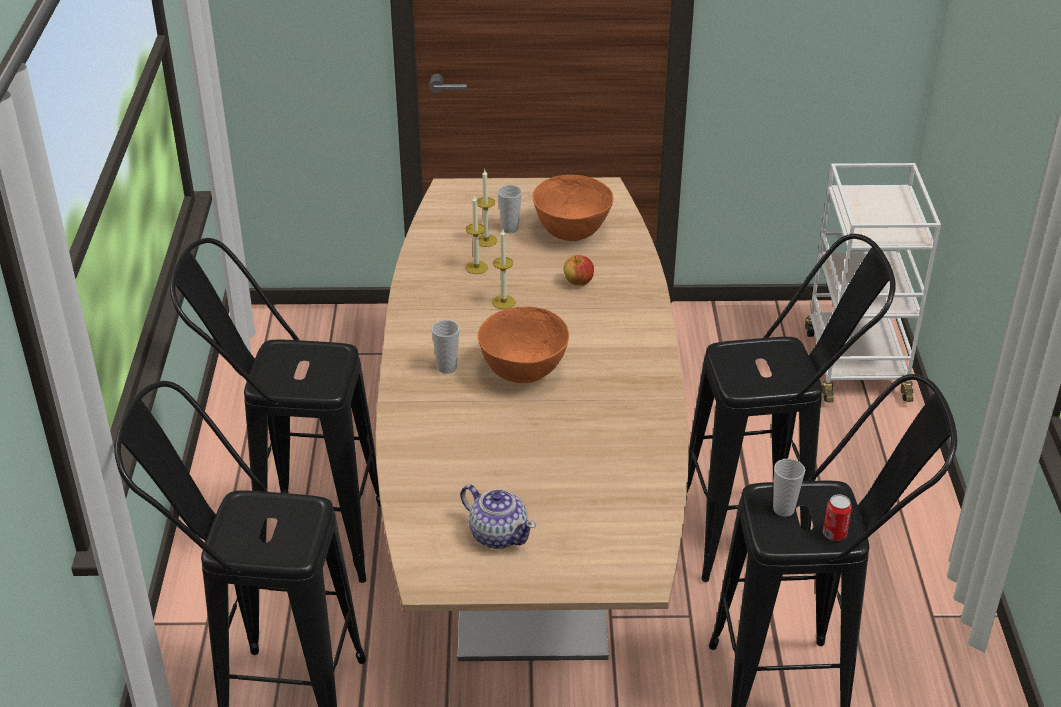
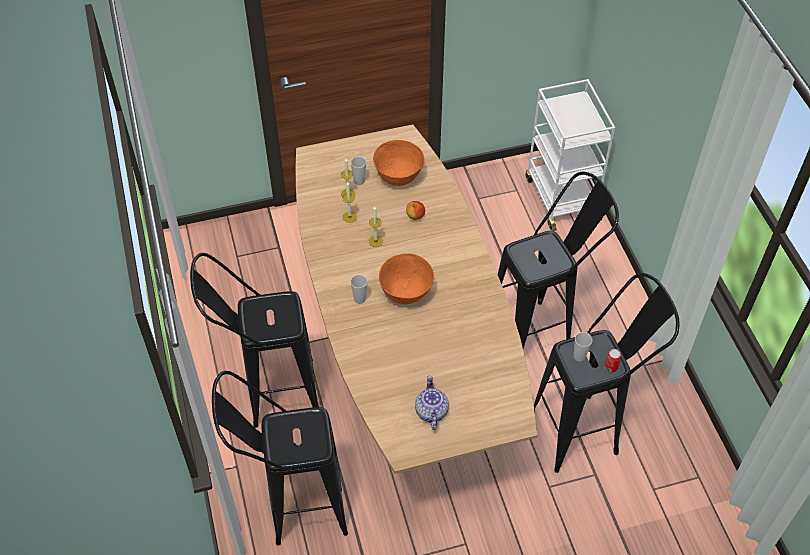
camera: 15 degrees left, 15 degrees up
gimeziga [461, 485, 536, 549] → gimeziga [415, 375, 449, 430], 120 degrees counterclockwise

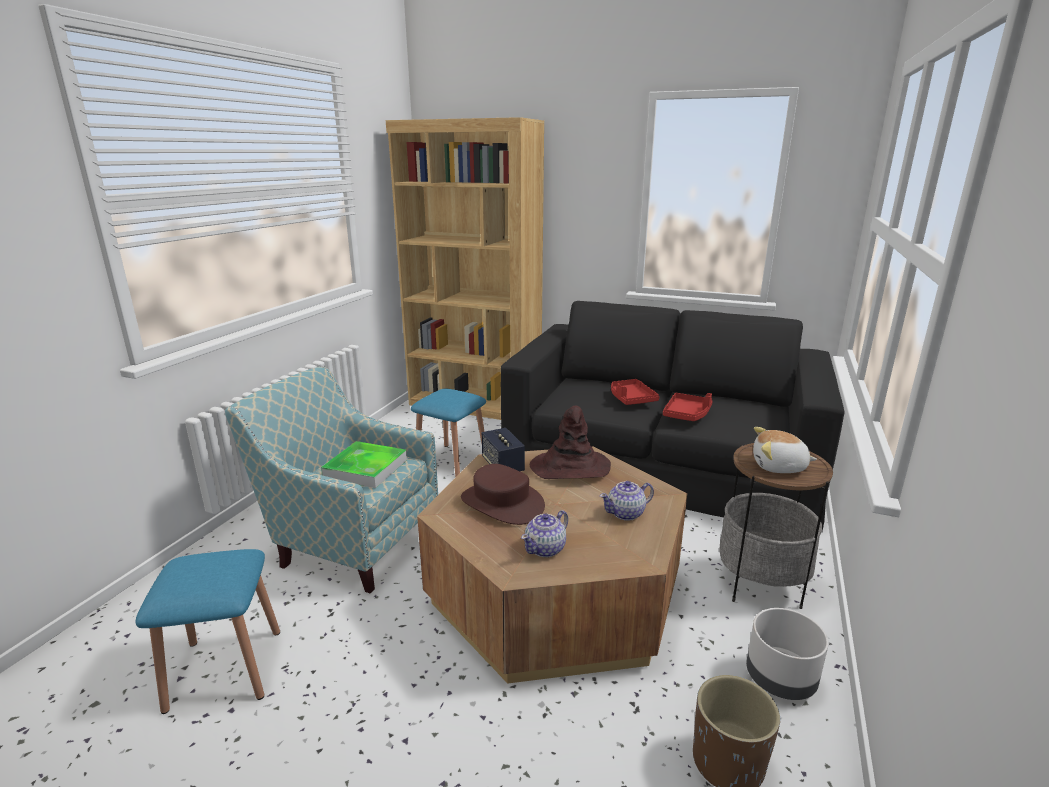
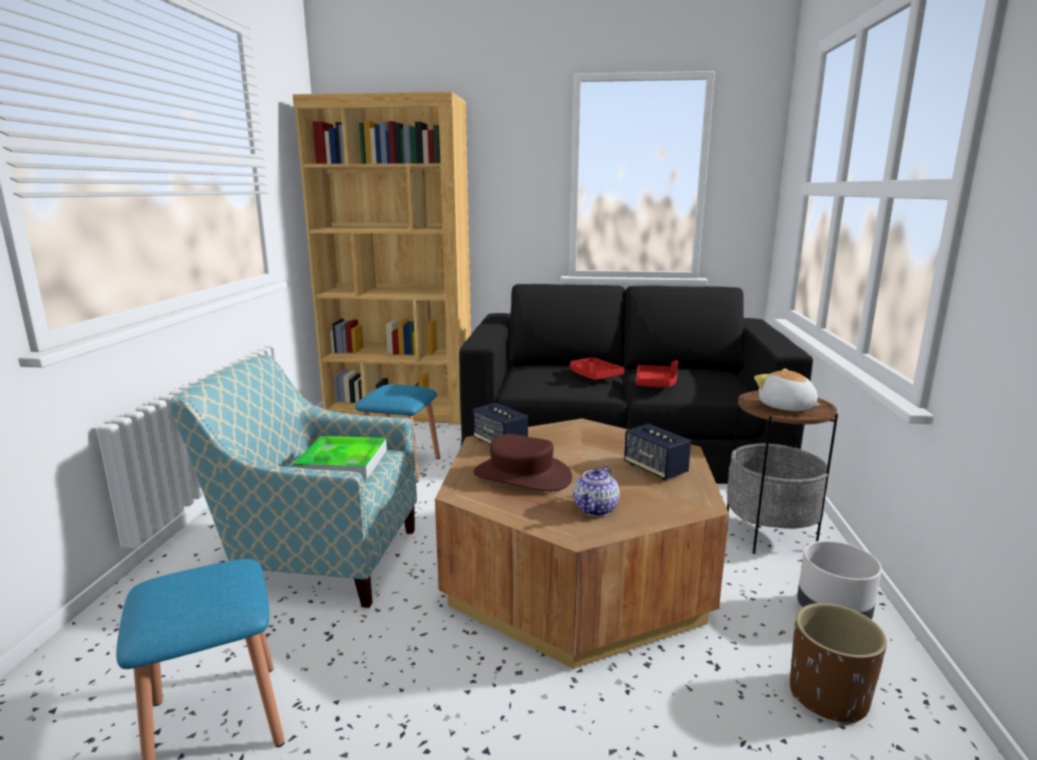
camera: 15 degrees left, 5 degrees down
gimeziga [600, 481, 654, 521] → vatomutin [624, 424, 691, 480]
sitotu [753, 427, 817, 473] → sitotu [754, 369, 820, 411], 60 degrees clockwise
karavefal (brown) [530, 405, 611, 479] → -

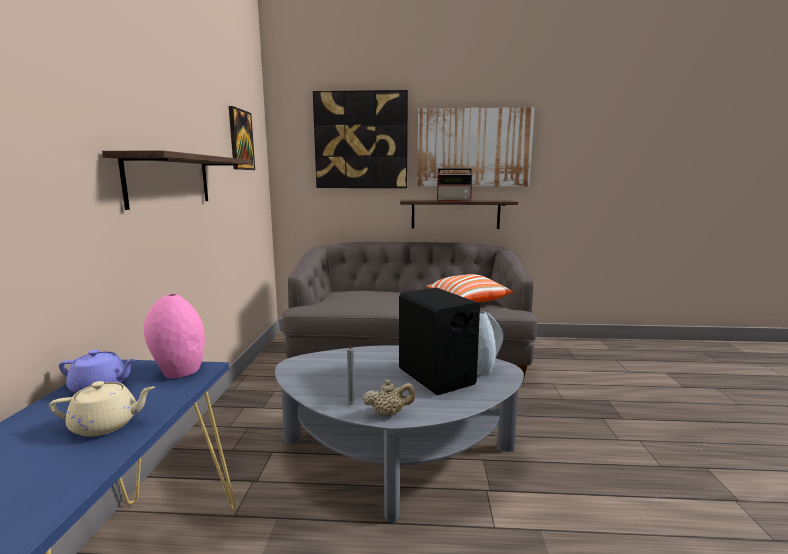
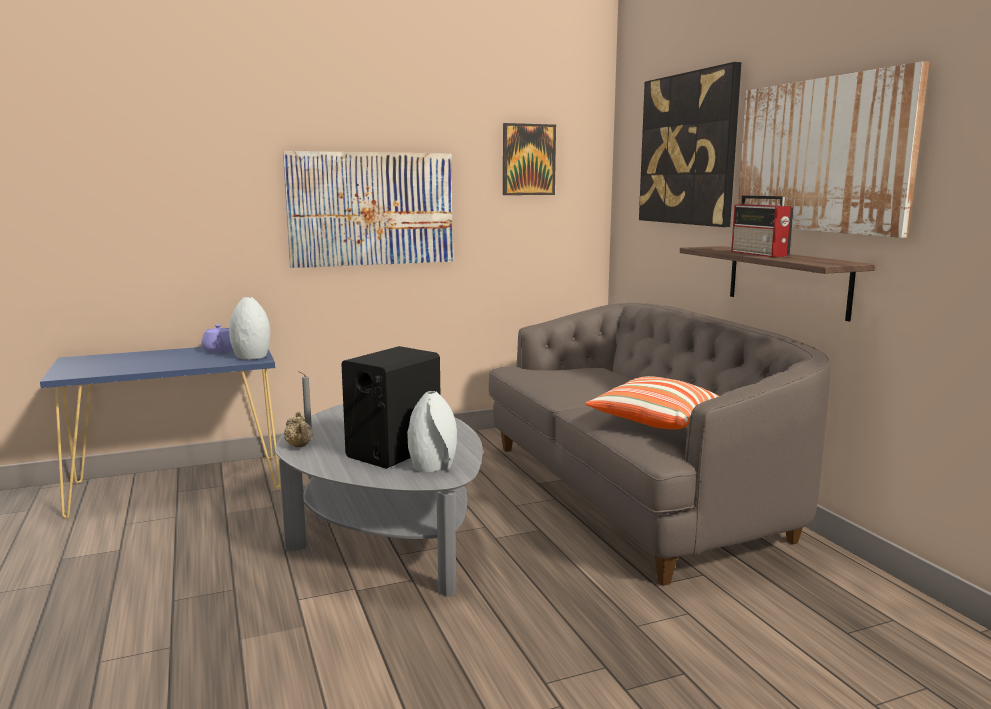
camera: 65 degrees right, 0 degrees up
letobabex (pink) [144, 294, 205, 379] → letobabex (grey) [229, 297, 270, 360]
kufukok [102, 150, 252, 210] → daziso [283, 151, 453, 268]
gimeziga (beige) [49, 381, 155, 437] → -

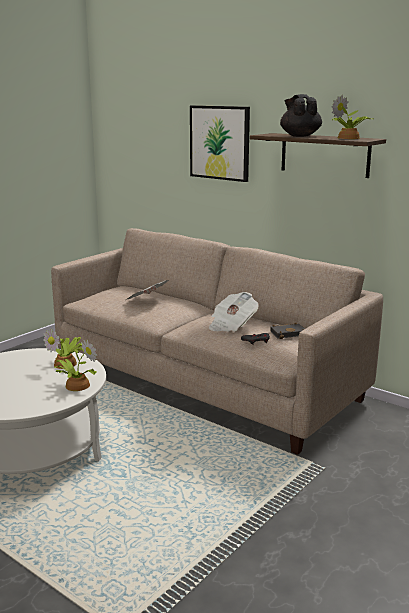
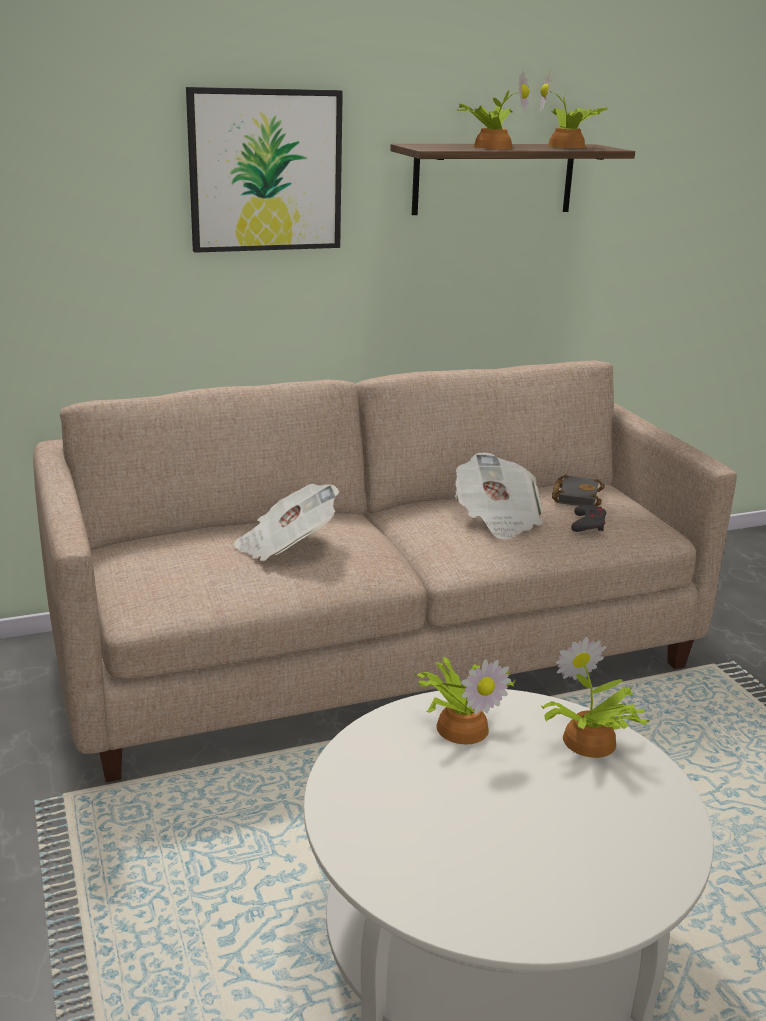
camera: 60 degrees left, 5 degrees up
gimeziga (black) [280, 94, 322, 137] → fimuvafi [457, 69, 529, 149]

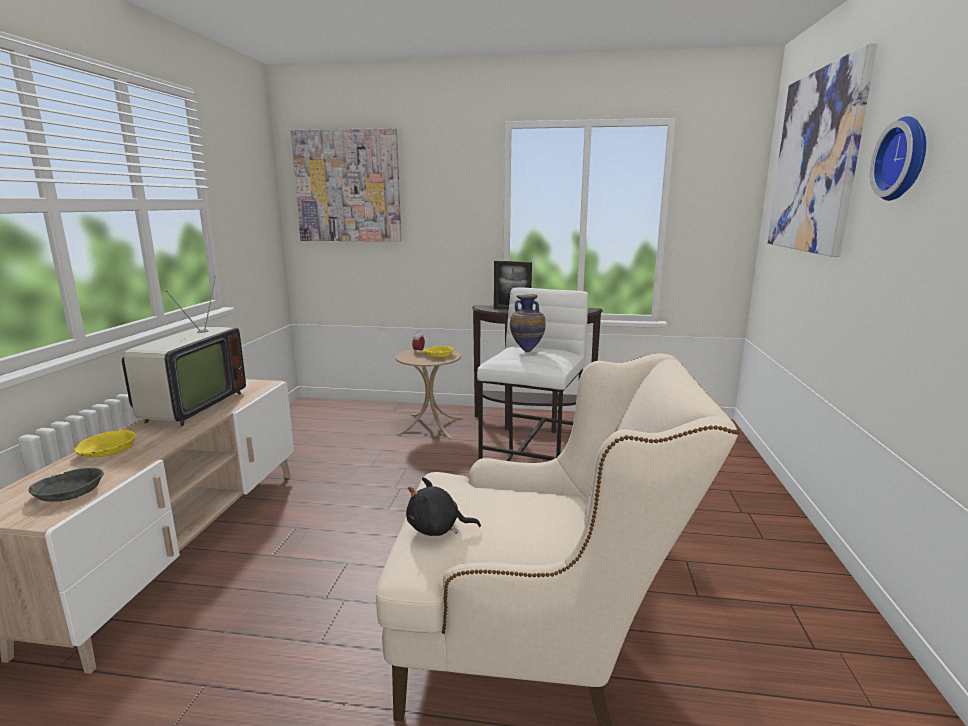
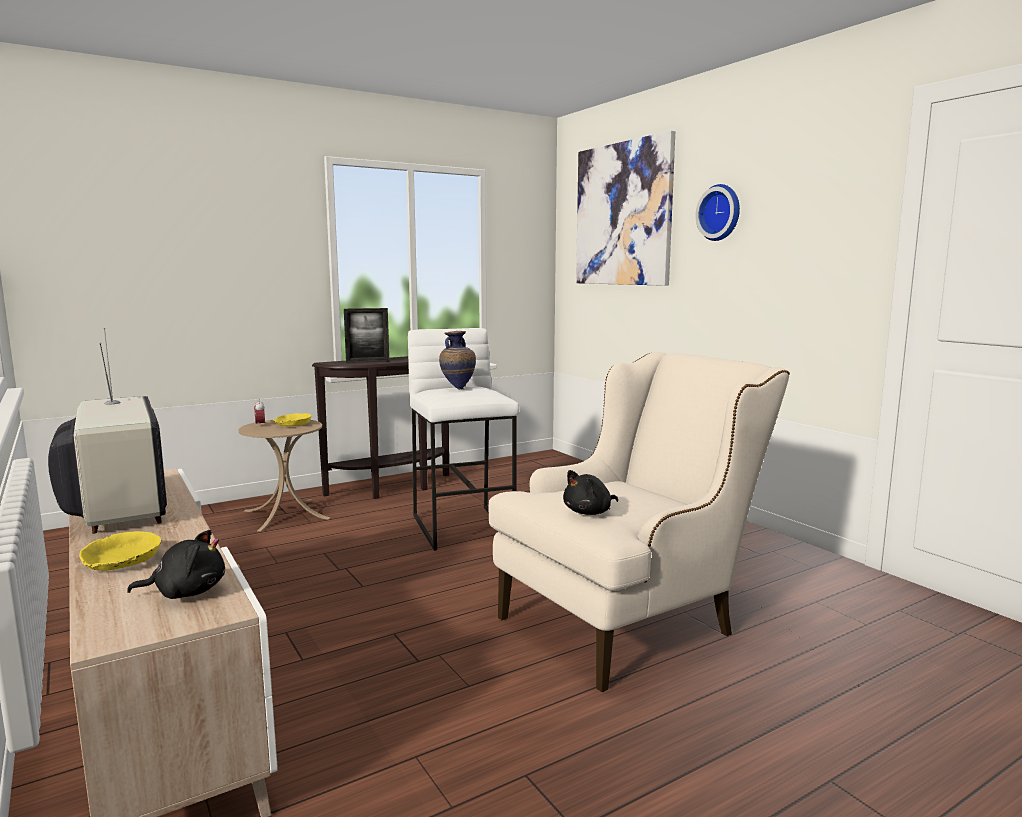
camera: 40 degrees left, 5 degrees down
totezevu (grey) [28, 468, 104, 502] → sitotu (black) [127, 530, 225, 599]
daziso [291, 128, 401, 242] → -

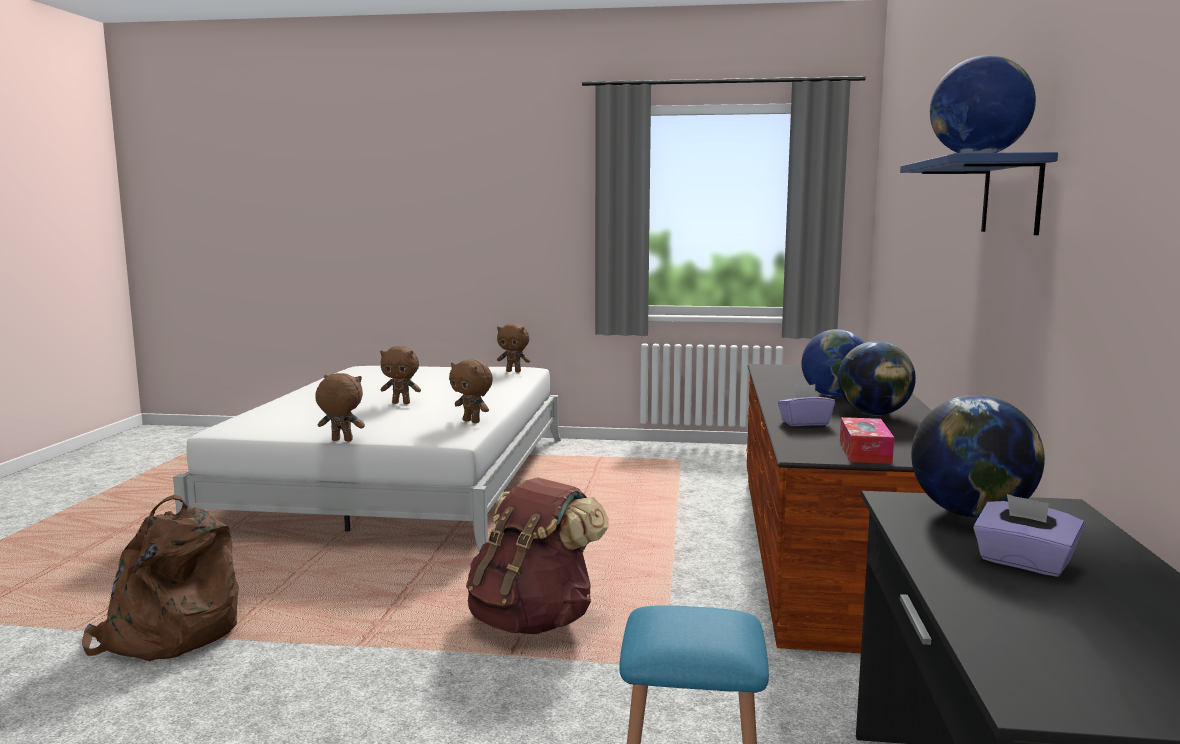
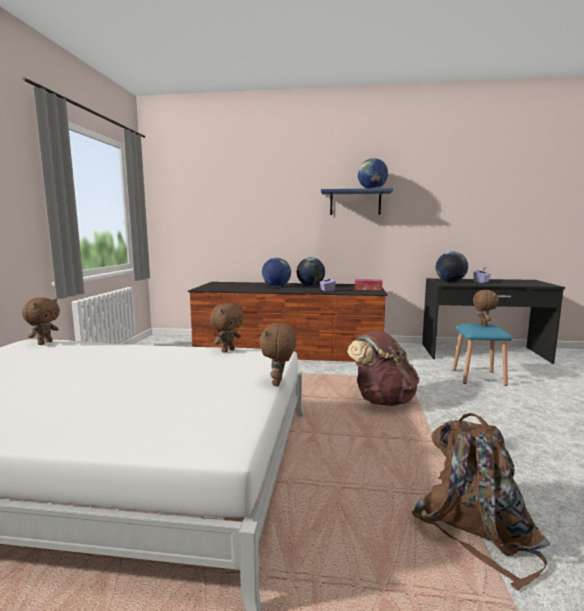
camera: 90 degrees left, 0 degrees up
sitotu (brown) [380, 346, 421, 404] → sitotu (brown) [473, 290, 499, 327], moved

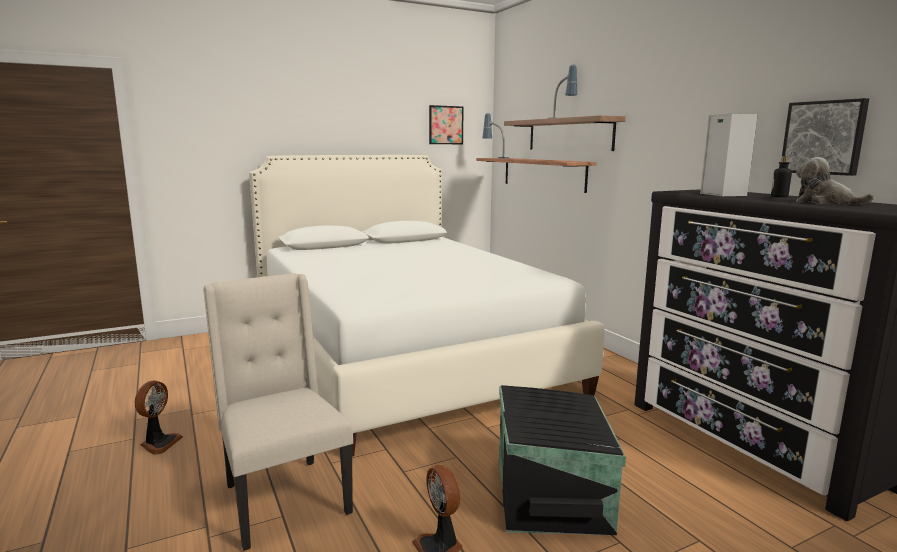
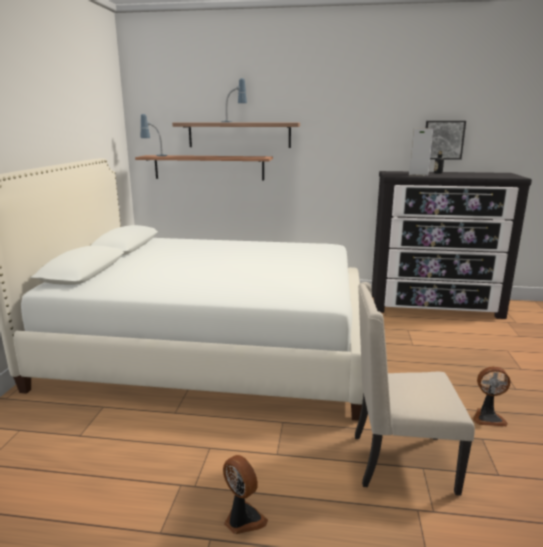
camera: 55 degrees left, 5 degrees up
daziso [429, 105, 464, 144] → -
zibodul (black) [499, 385, 626, 535] → -
sitotu [796, 157, 875, 204] → -

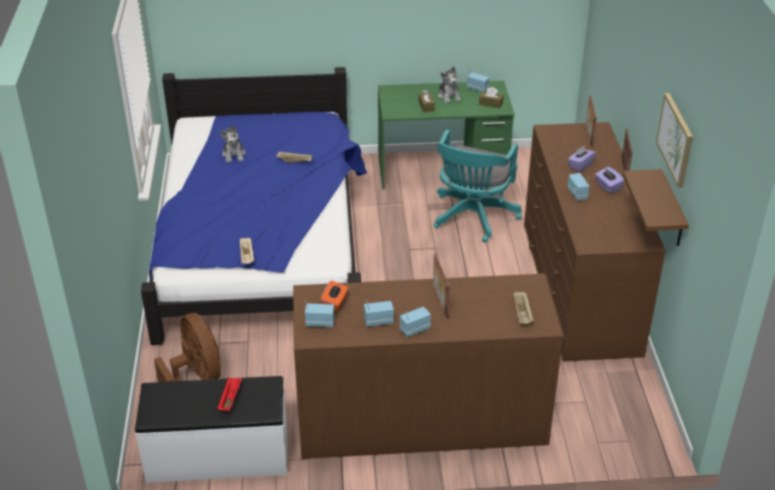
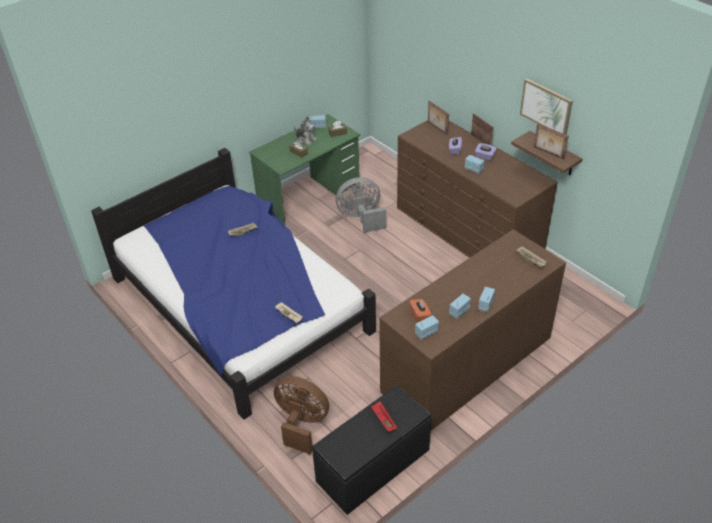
camera: 35 degrees left, 5 degrees up
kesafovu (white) [135, 376, 287, 483] → kesafovu (black) [312, 385, 432, 515]
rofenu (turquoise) [434, 130, 522, 242] → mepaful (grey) [336, 177, 386, 233]
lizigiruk [433, 254, 450, 318] → lizigiruk [534, 123, 569, 159], moved
sitotu [219, 125, 246, 162] → -

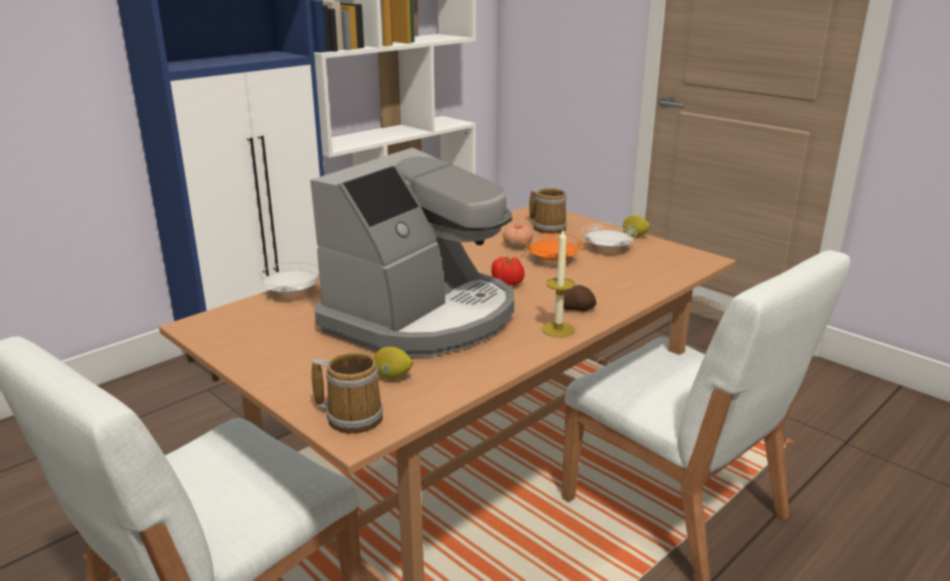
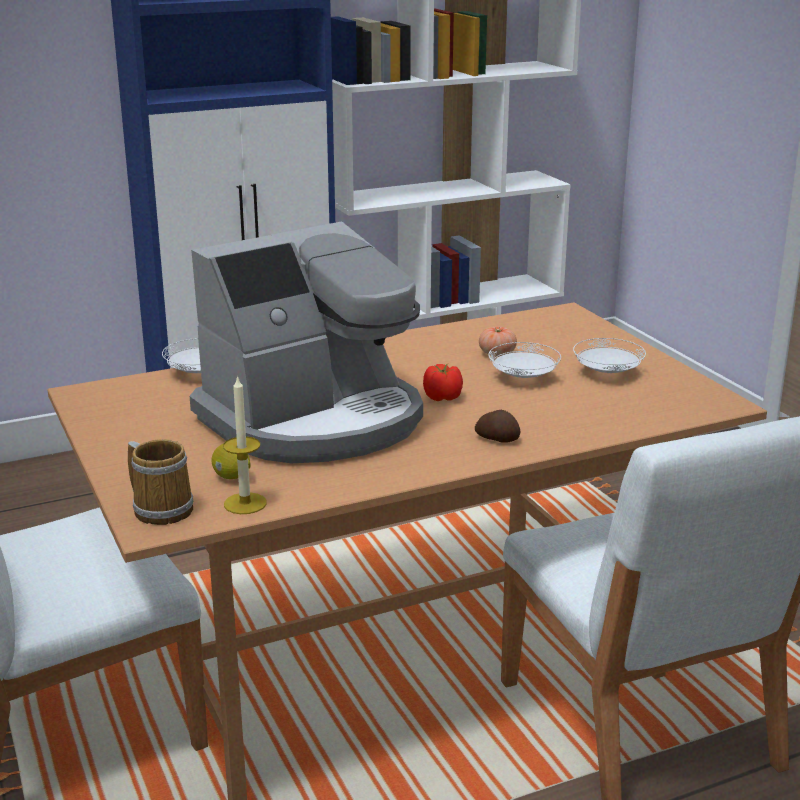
camera: 20 degrees right, 0 degrees up
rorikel [542, 230, 575, 337] → rorikel [223, 375, 267, 514], moved
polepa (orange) [525, 233, 582, 261] → polepa (white) [488, 342, 561, 378]
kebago [529, 188, 567, 233] → -
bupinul [623, 215, 650, 237] → -

